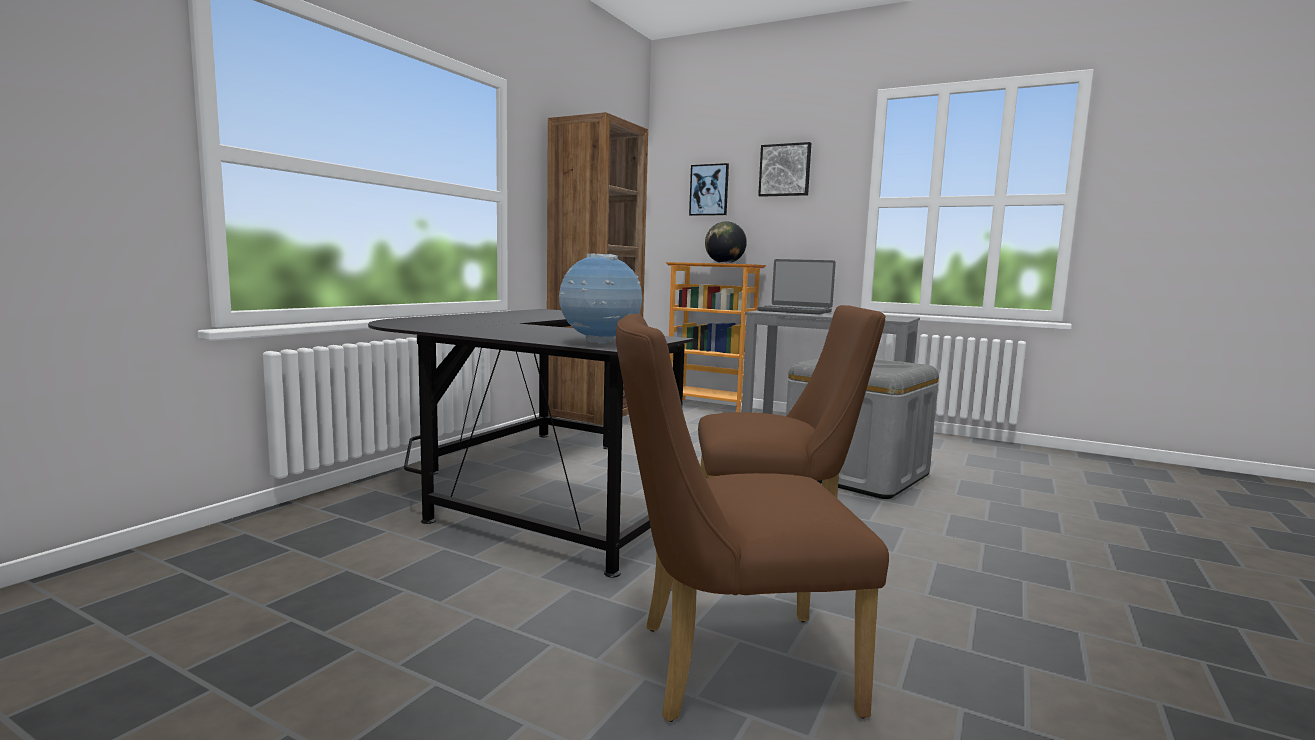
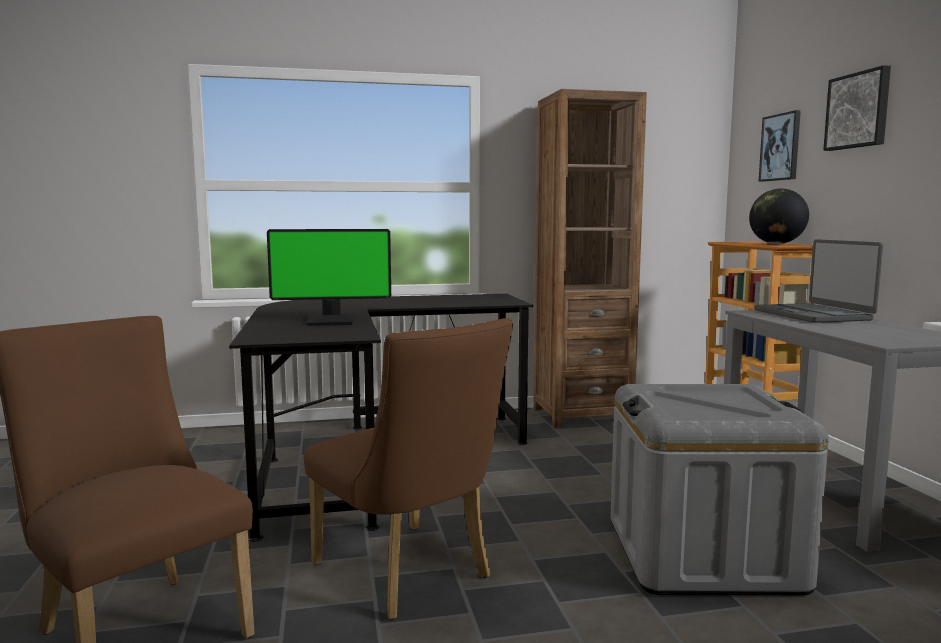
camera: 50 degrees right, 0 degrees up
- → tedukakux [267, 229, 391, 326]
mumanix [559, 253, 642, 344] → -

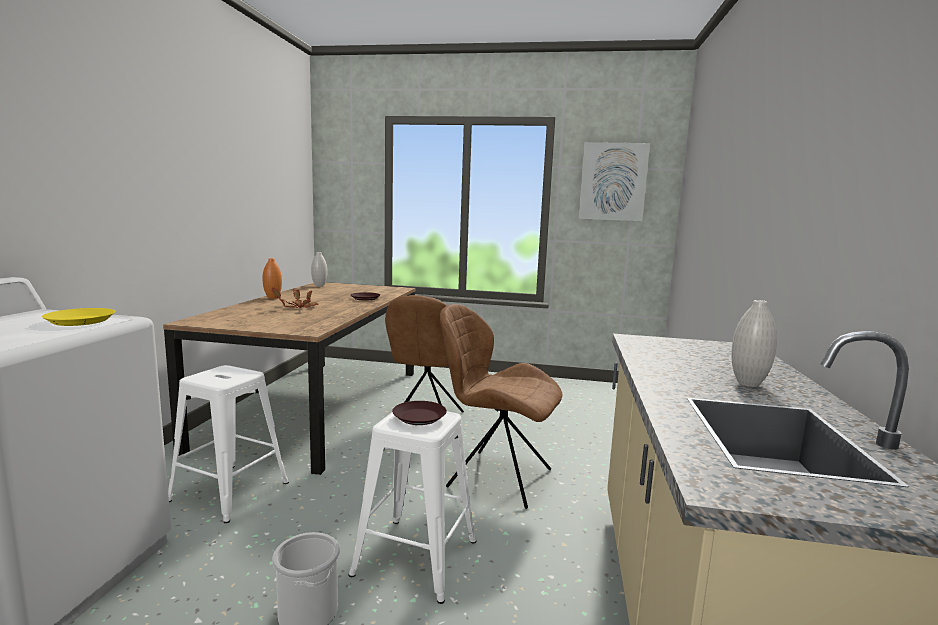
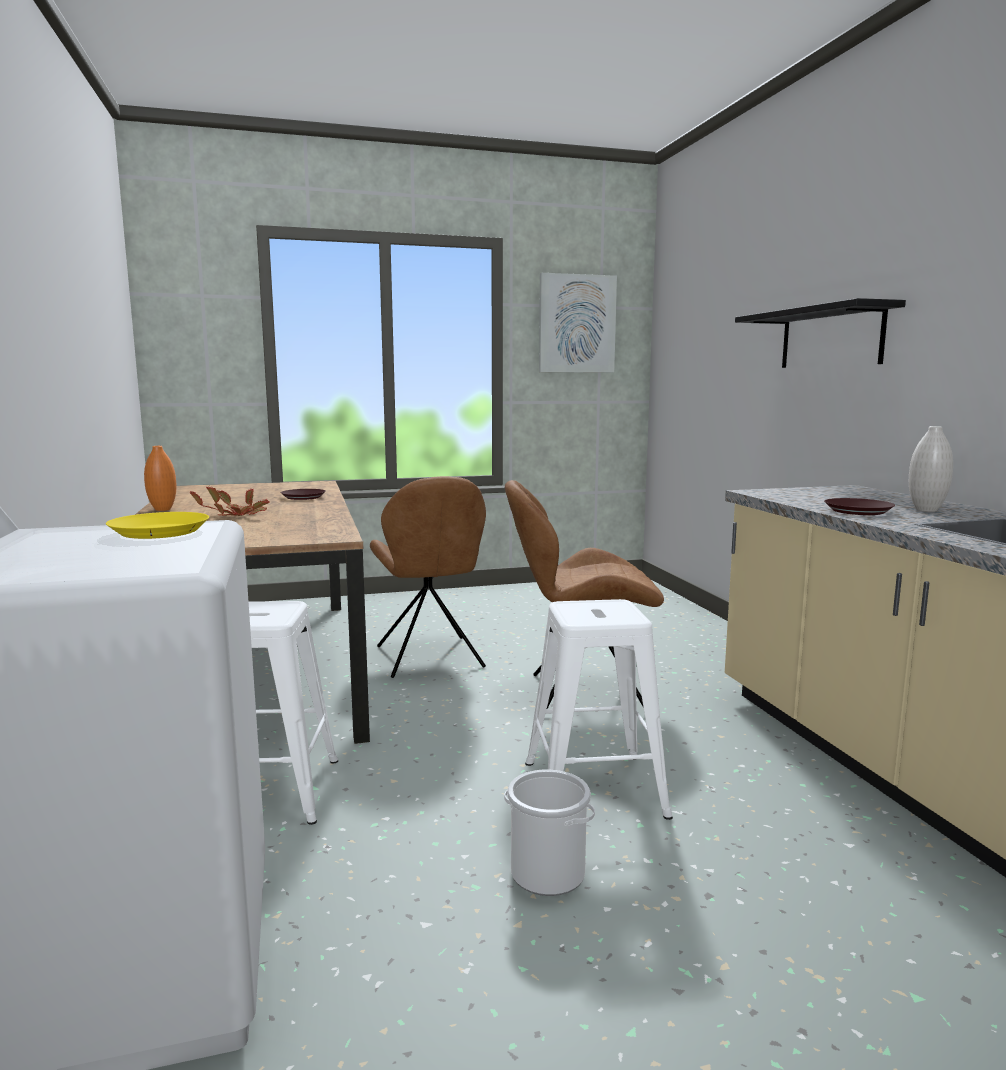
camera: 25 degrees left, 0 degrees up
- → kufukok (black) [735, 298, 906, 368]
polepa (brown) [392, 401, 447, 425] → polepa (brown) [824, 498, 895, 515], moved
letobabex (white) [311, 252, 327, 287] → -

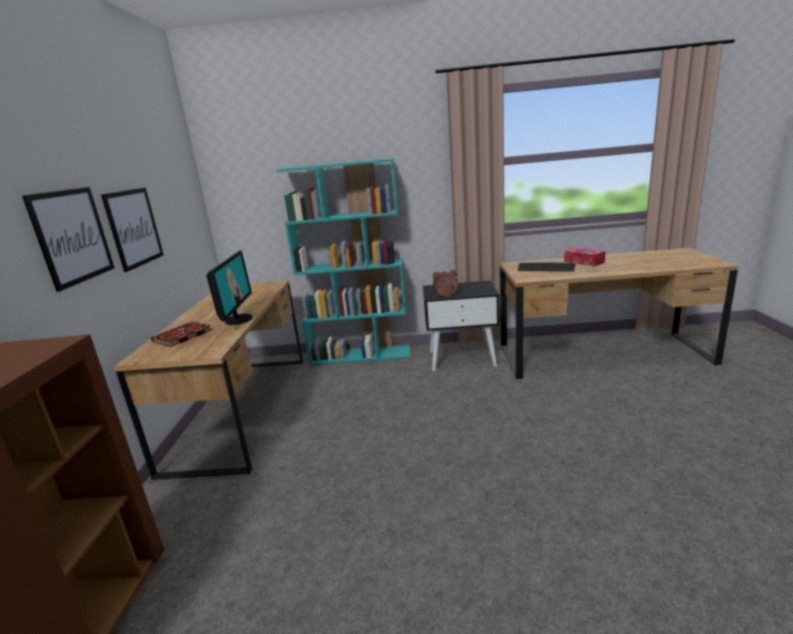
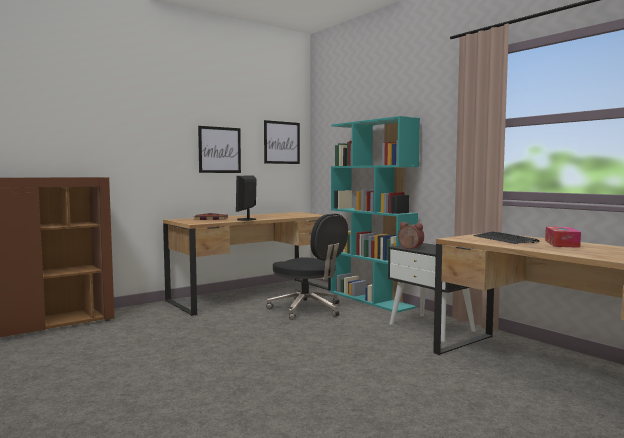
camera: 50 degrees right, 15 degrees down
tedukakux [206, 251, 252, 325] → tedukakux [236, 175, 257, 221], 135 degrees clockwise
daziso [22, 187, 115, 292] → daziso [264, 120, 300, 164], moved
- → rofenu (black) [267, 214, 348, 320]

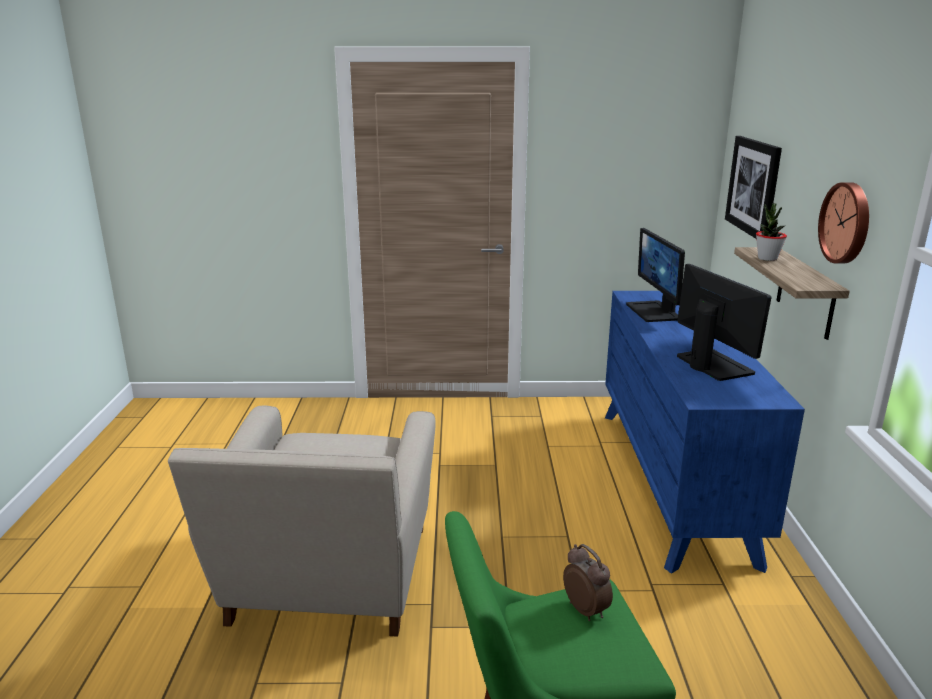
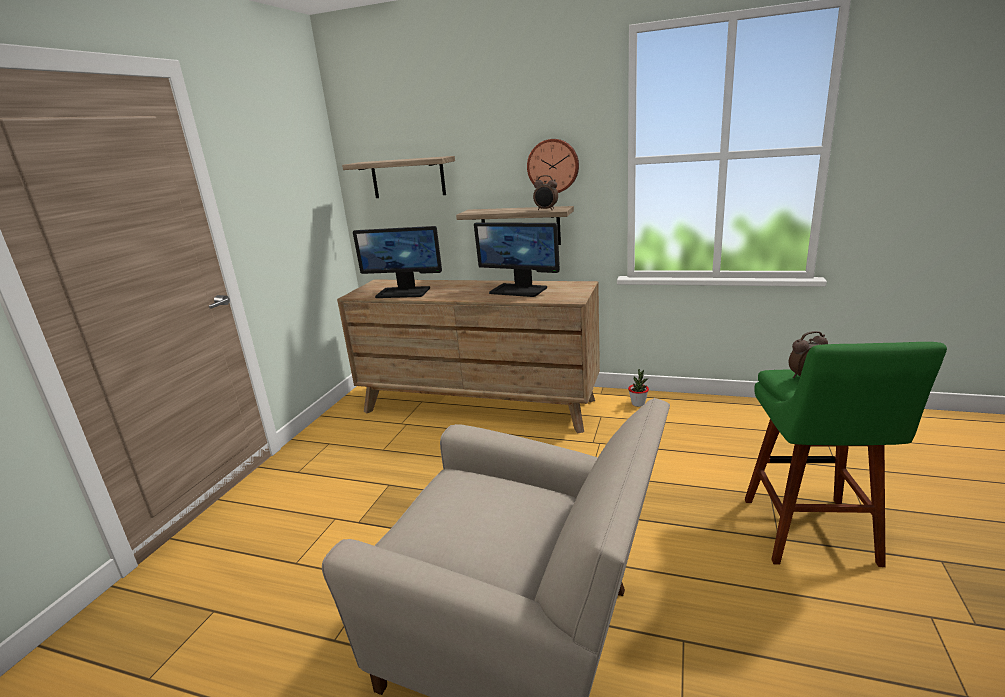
camera: 70 degrees left, 0 degrees up
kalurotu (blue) [605, 291, 805, 573] → kalurotu (brown) [337, 280, 600, 434]
daziso [725, 136, 782, 239] → kufukok [342, 156, 455, 198]
tedukakux [677, 264, 771, 381] → tedukakux [474, 222, 560, 297], 150 degrees counterclockwise
- → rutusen [533, 175, 558, 210]
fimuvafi [756, 203, 787, 261] → fimuvafi [628, 369, 649, 407], moved

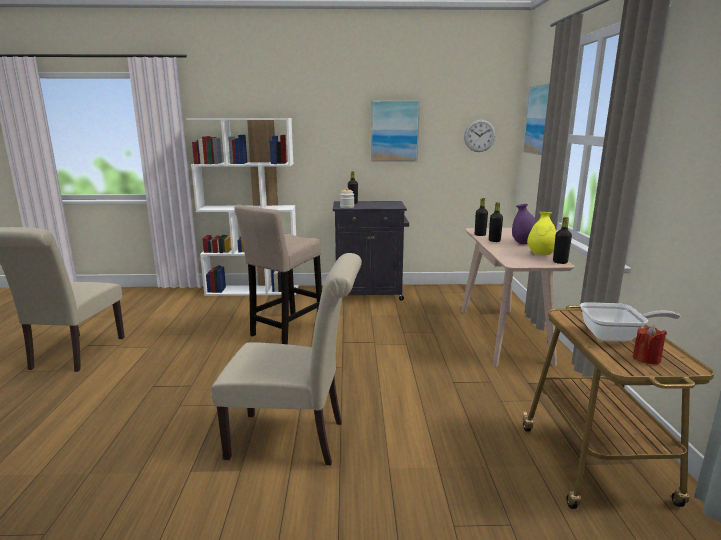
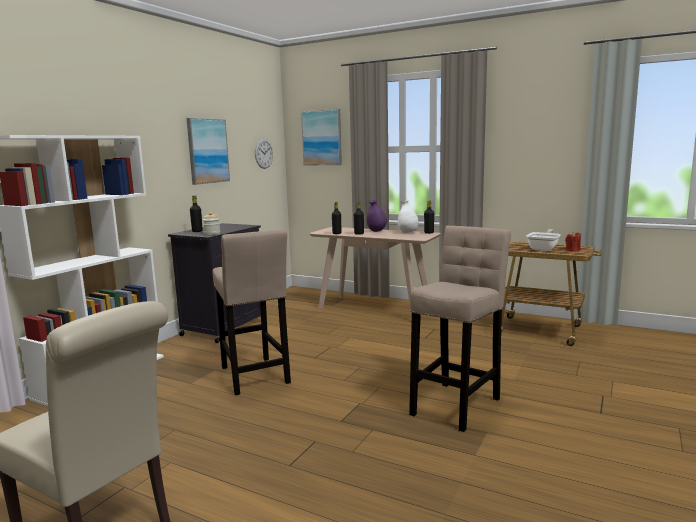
camera: 60 degrees left, 5 degrees down
letobabex (yellow) [527, 212, 556, 255] → letobabex (white) [398, 200, 418, 233]
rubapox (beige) [211, 253, 362, 465] → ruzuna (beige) [409, 226, 511, 432]

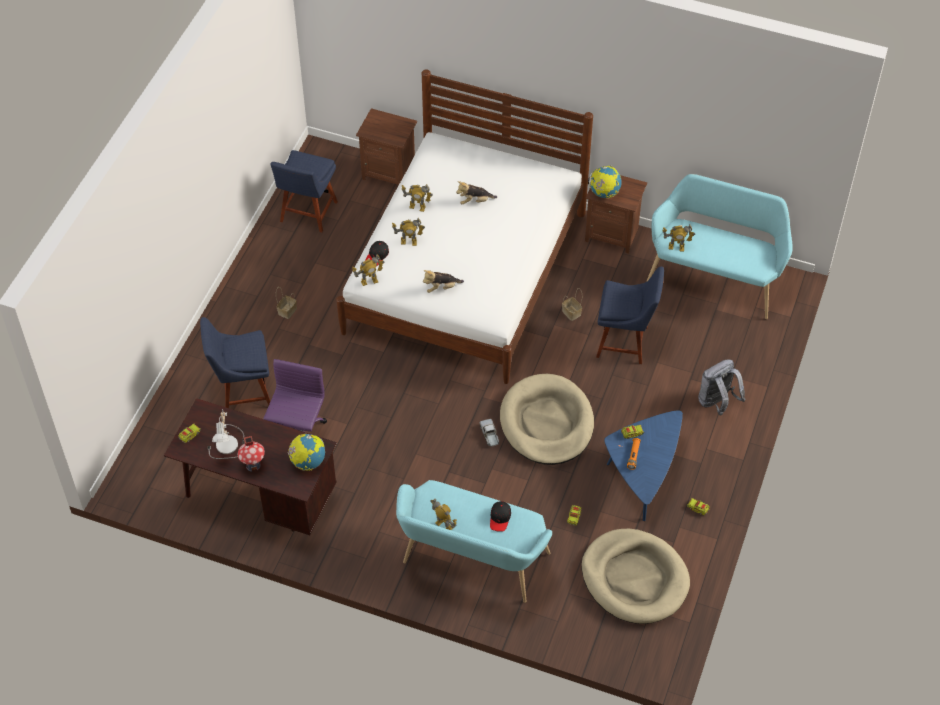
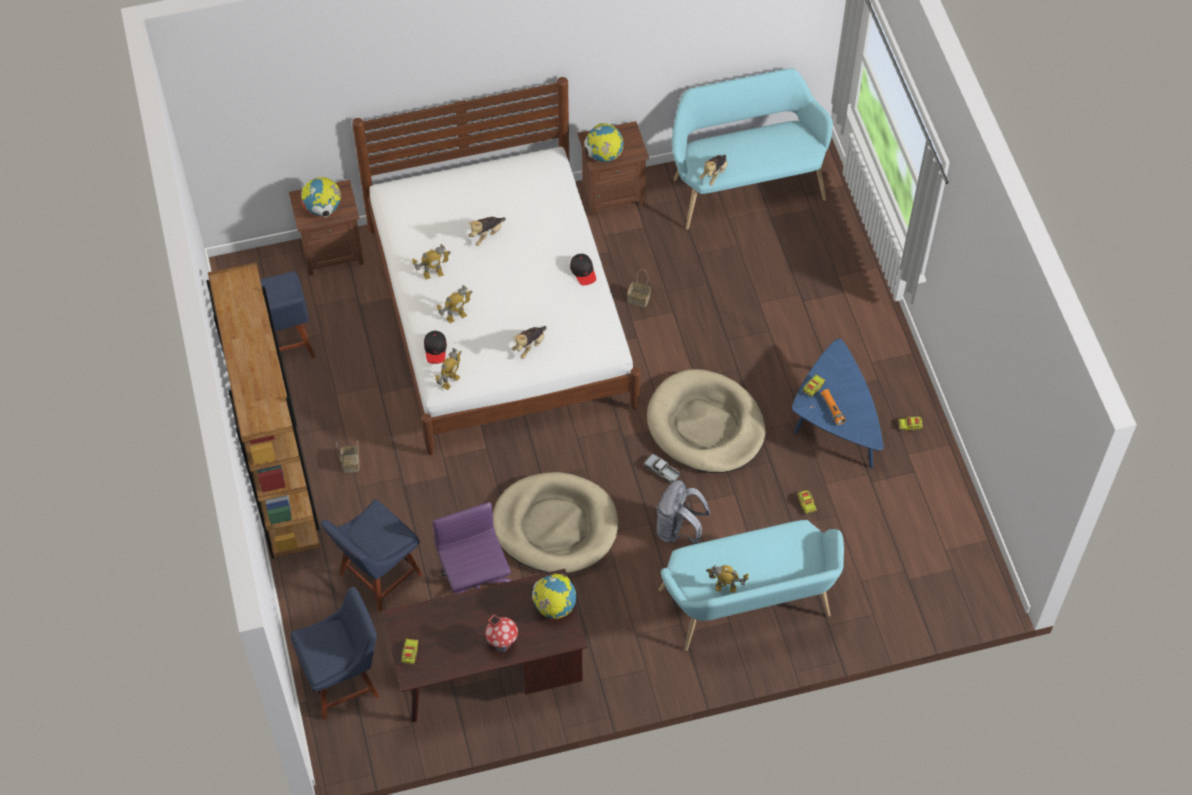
camera: 35 degrees left, 5 degrees up
- → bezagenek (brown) [206, 262, 320, 559]
rubapox (blue) [596, 267, 664, 364] → rubapox (blue) [290, 587, 379, 720], moved
- → mumanix [301, 177, 341, 218]
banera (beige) [582, 529, 690, 624] → banera (beige) [493, 472, 618, 573], moved
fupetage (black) [490, 501, 511, 532] → fupetage (black) [570, 254, 596, 285], moved
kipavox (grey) [698, 359, 745, 416] → kipavox (grey) [656, 480, 711, 544], moved
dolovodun [663, 224, 695, 252] → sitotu [699, 154, 728, 186]
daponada [208, 409, 245, 459] → -

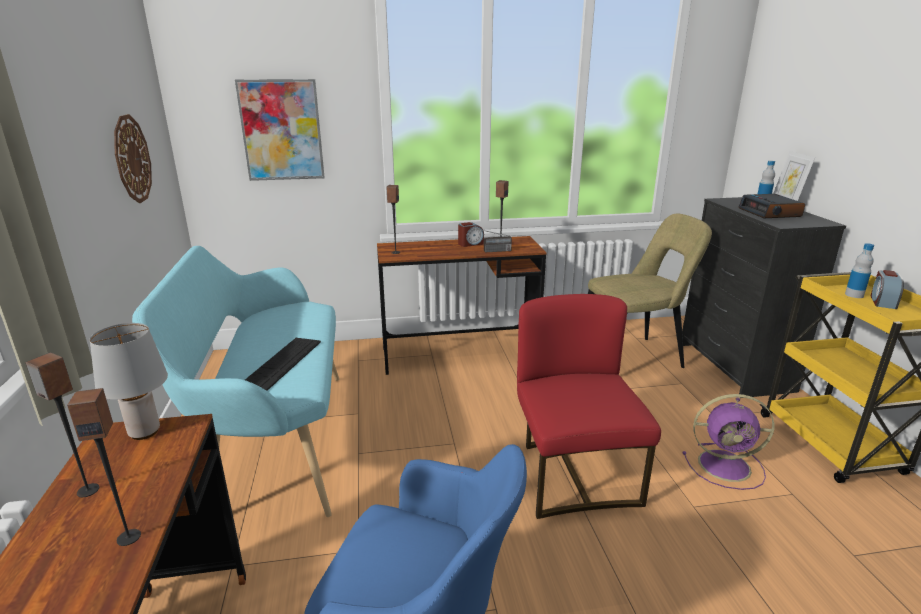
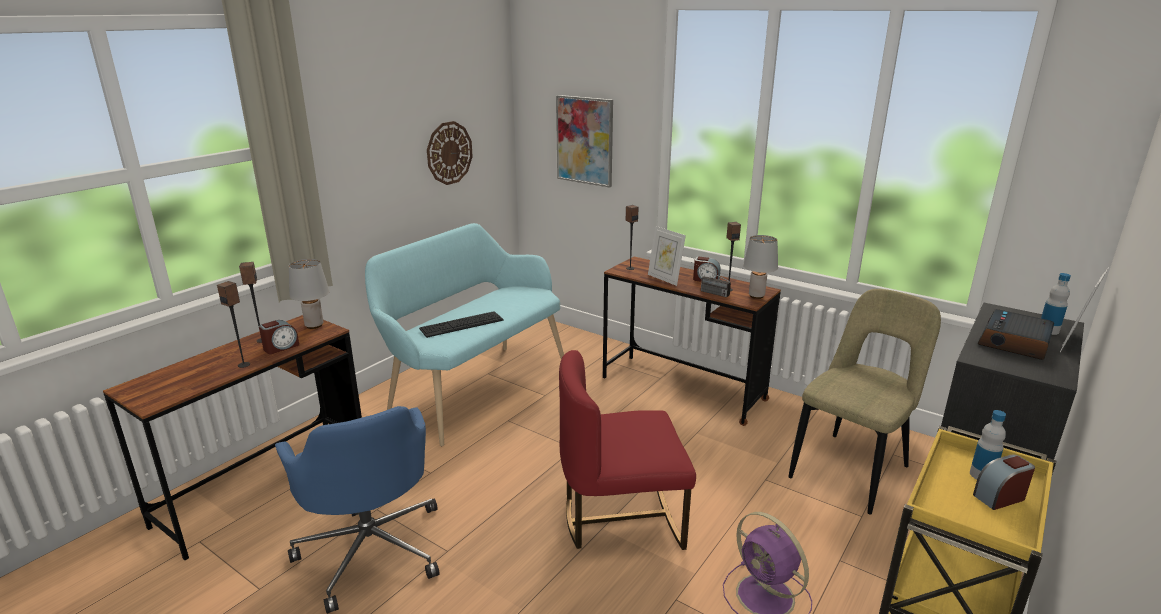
camera: 45 degrees right, 0 degrees up
- → rutusen [259, 320, 299, 354]
rubapox (red) [517, 294, 661, 519] → rubapox (red) [559, 350, 696, 550], 135 degrees counterclockwise
- → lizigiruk [648, 226, 686, 286]
- → daponada (grey) [743, 235, 778, 299]
rubapox (beige) [588, 214, 712, 368] → rubapox (beige) [788, 289, 941, 515], 75 degrees counterclockwise

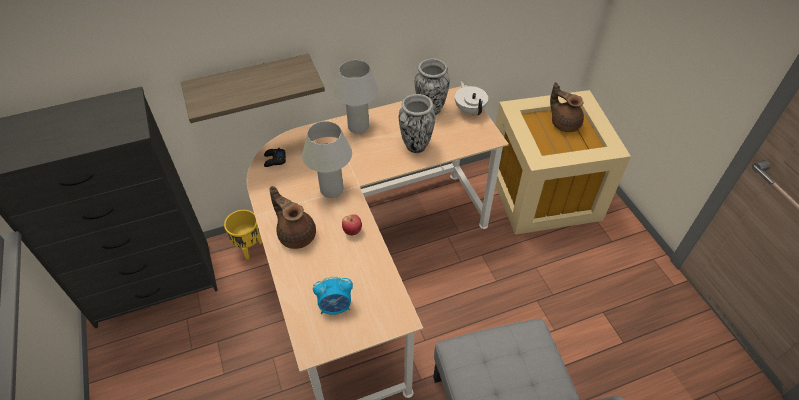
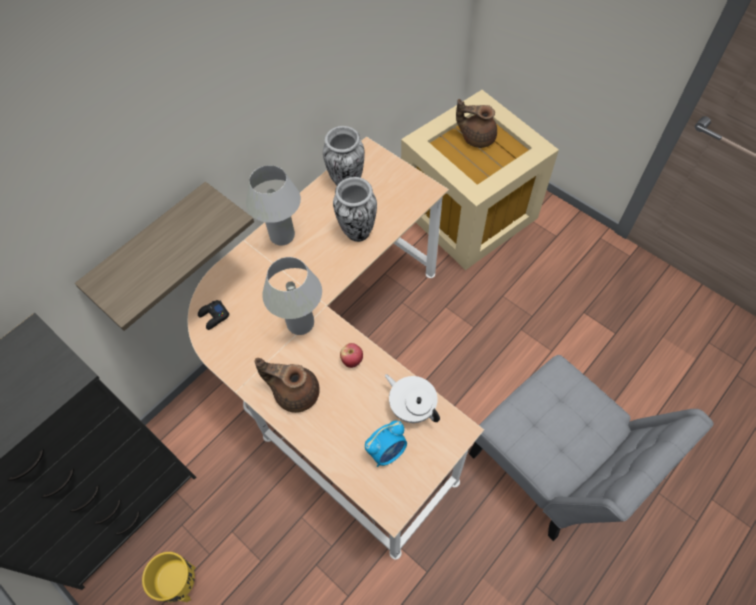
camera: 25 degrees left, 10 degrees up
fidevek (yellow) [224, 210, 263, 259] → fidevek (yellow) [142, 552, 196, 602], moved
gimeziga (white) [455, 81, 488, 115] → gimeziga (white) [385, 374, 440, 423], moved

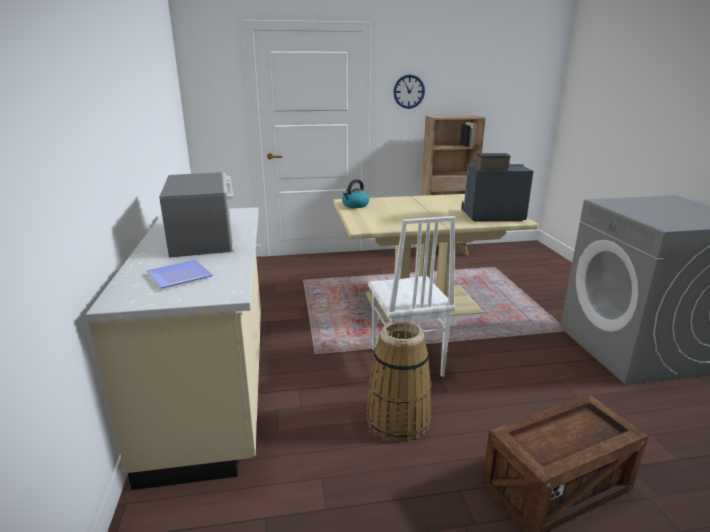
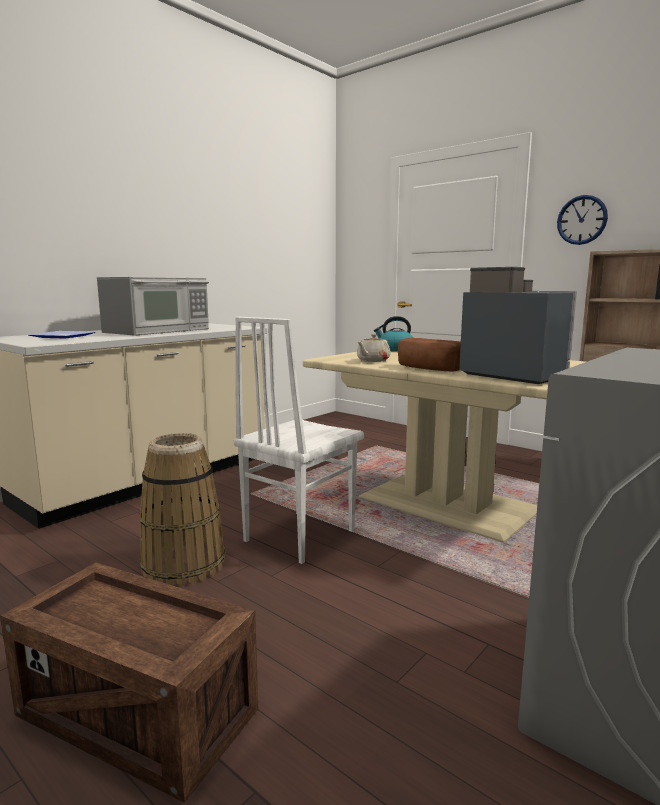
camera: 50 degrees right, 10 degrees down
- → gimeziga (beige) [357, 334, 391, 362]
- → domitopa [398, 338, 461, 372]

